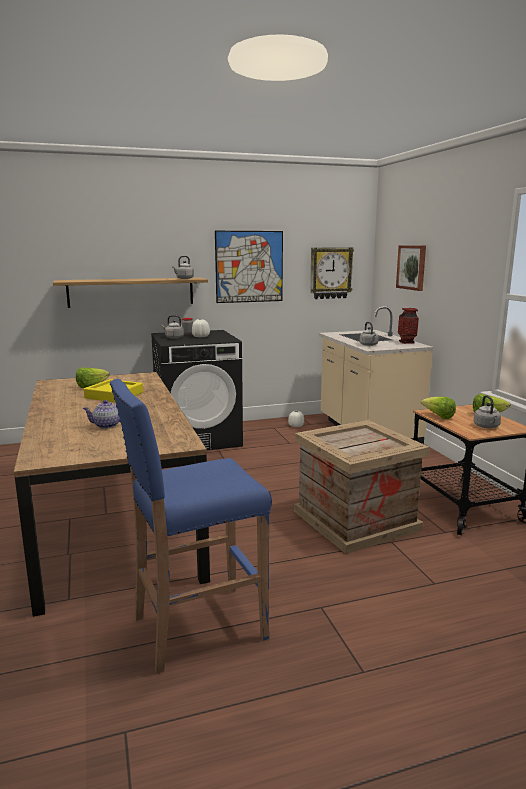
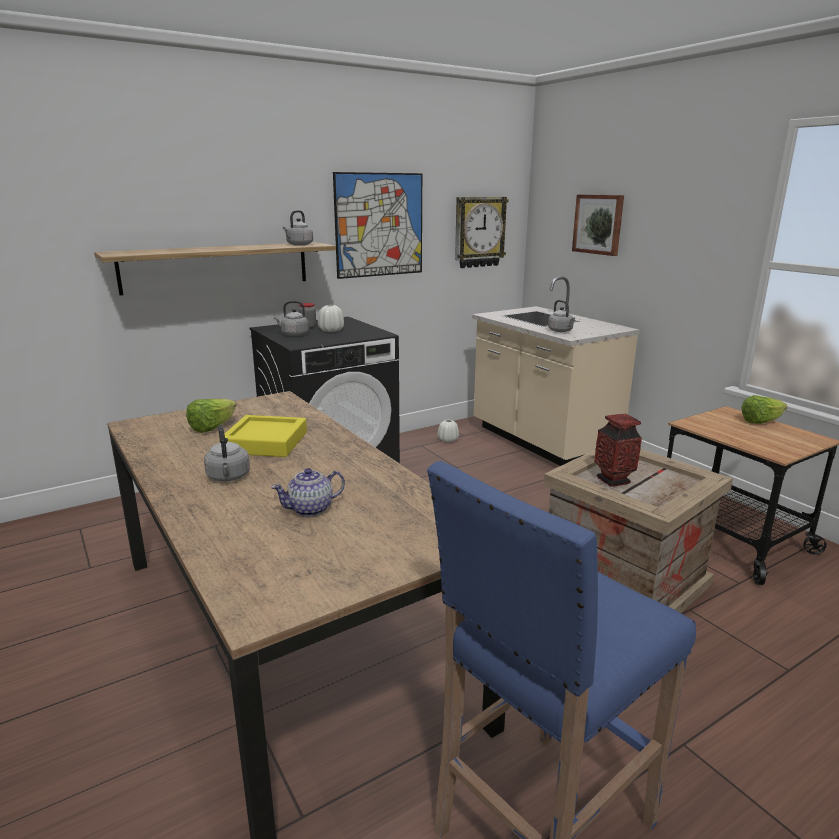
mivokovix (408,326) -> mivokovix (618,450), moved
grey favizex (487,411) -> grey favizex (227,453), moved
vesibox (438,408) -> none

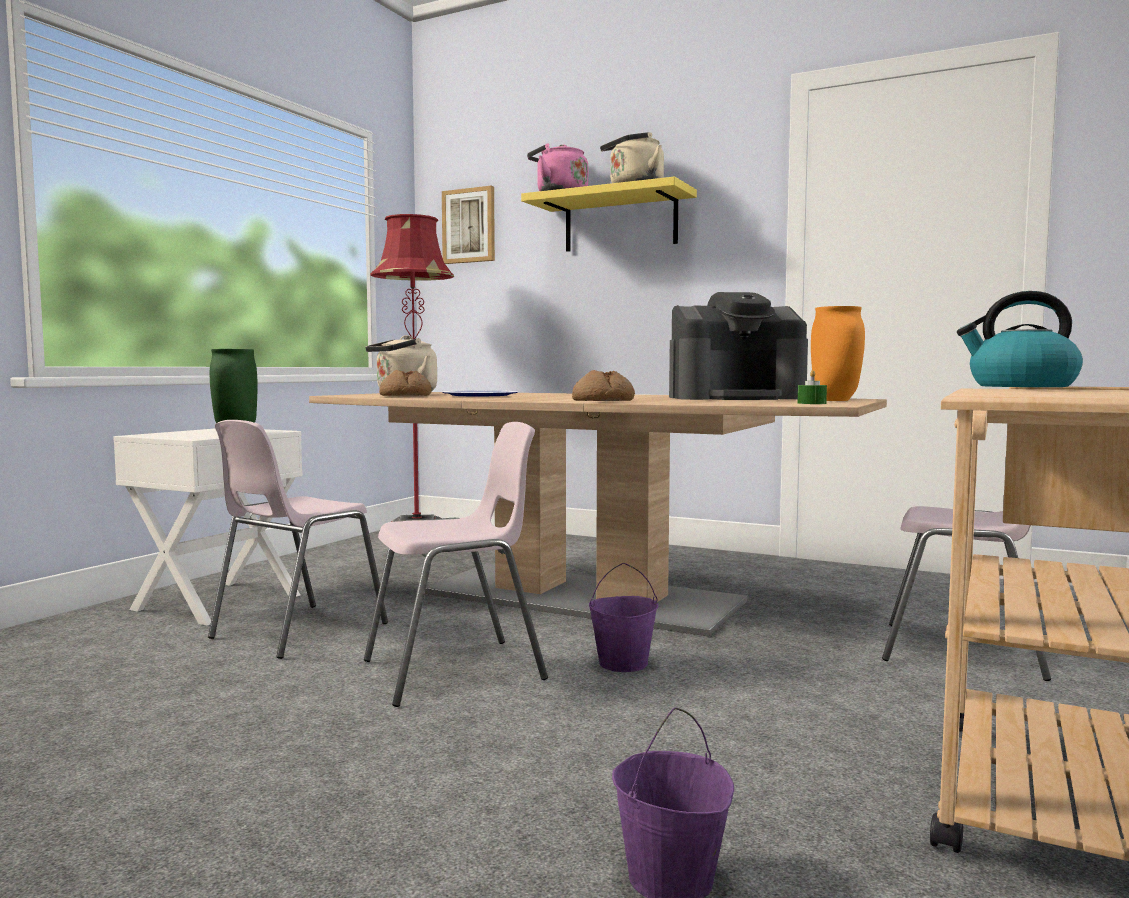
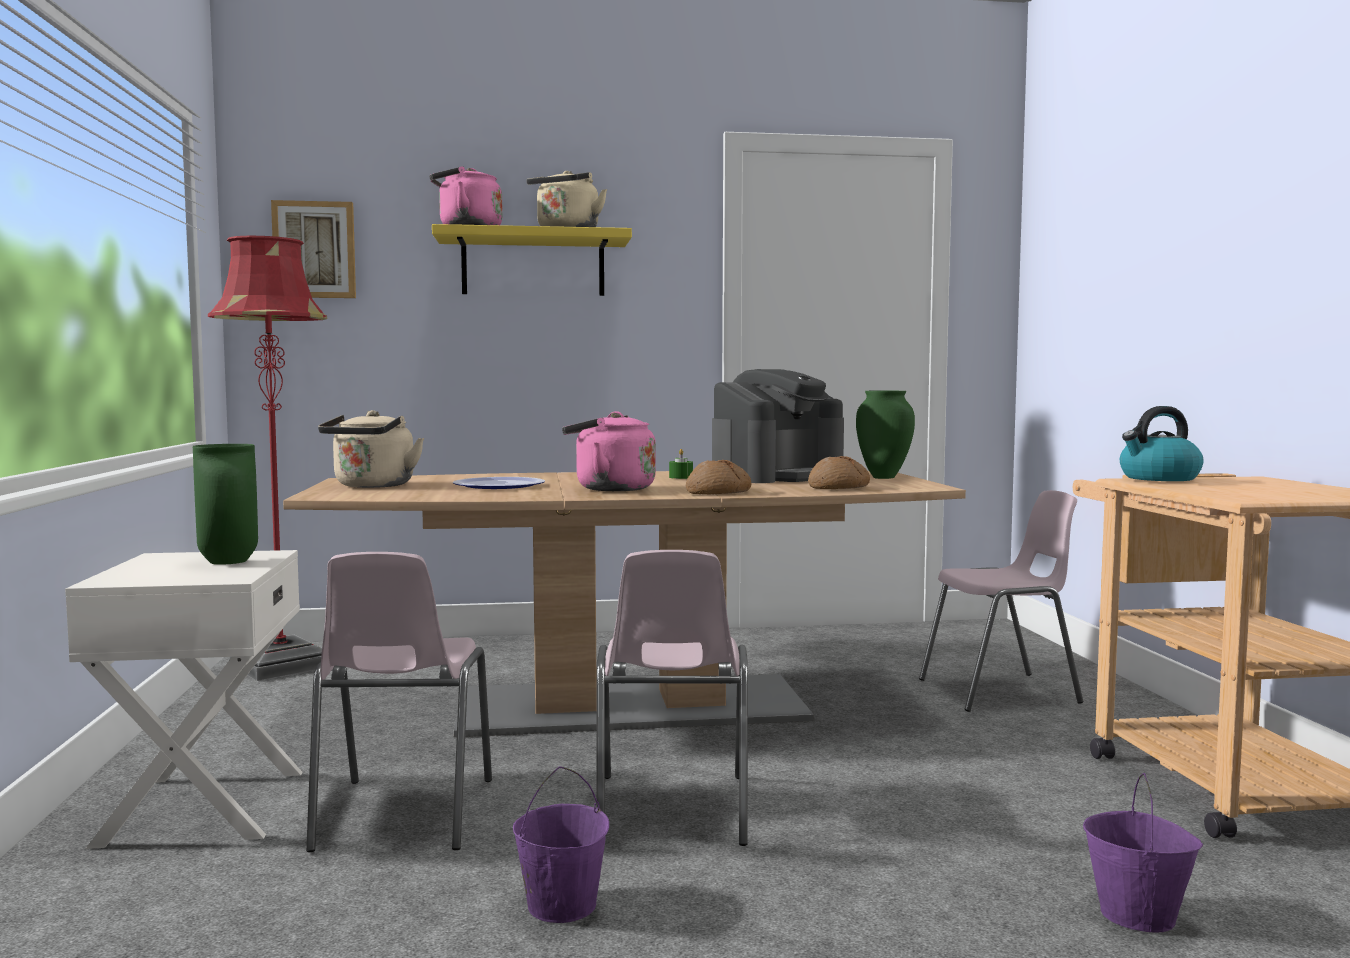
orange mivokovix (838,353) -> green mivokovix (885,435)
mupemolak (405,383) -> mupemolak (839,472), moved
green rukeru (812,387) -> green rukeru (681,464), moved
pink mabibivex (456,564) -> pink mabibivex (672,698), 150 degrees clockwise
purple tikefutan (624,617) -> purple tikefutan (561,844), moved
none -> pink favizex (609,451)

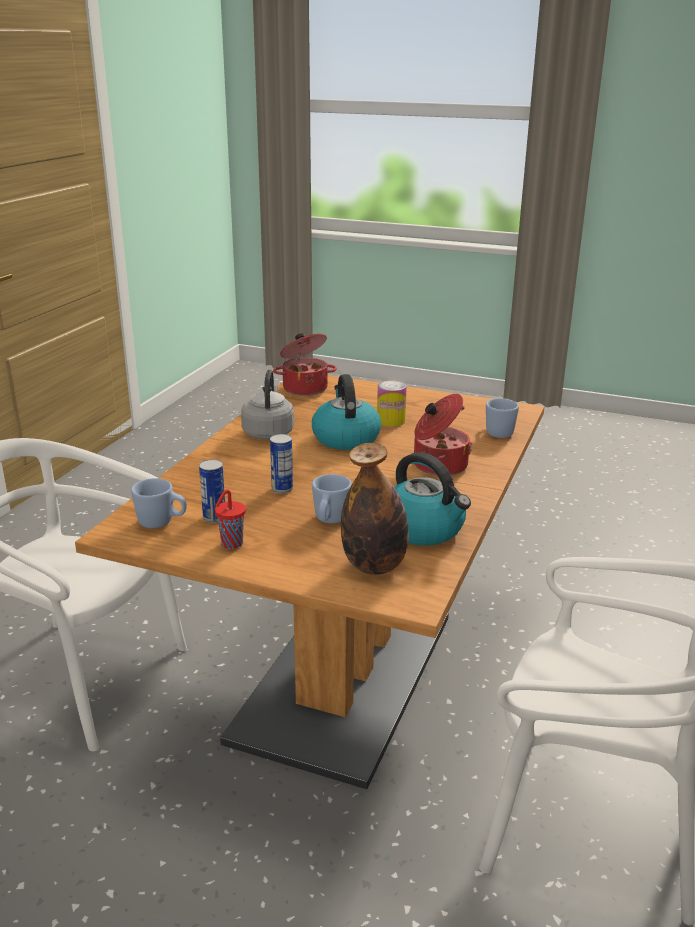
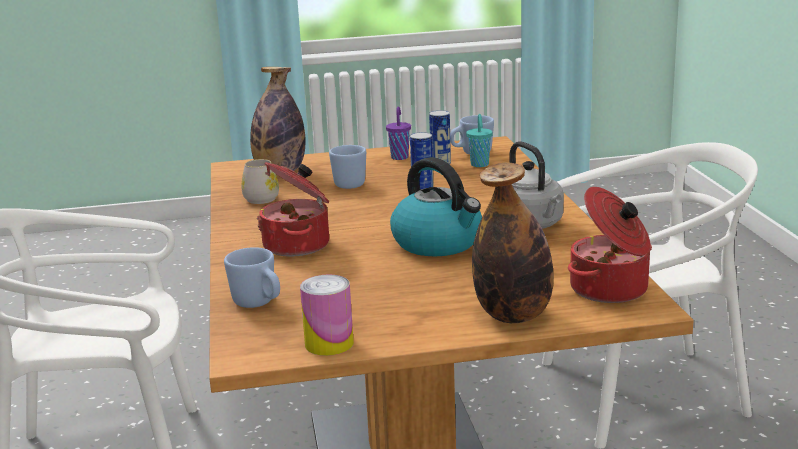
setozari (392,403) -> setozari (327,315), moved
favizex (432,499) -> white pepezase (260,181)
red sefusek (230,519) -> purple sefusek (398,133)
none -> turquoise sefusek (479,140)
none -> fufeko (513,243)

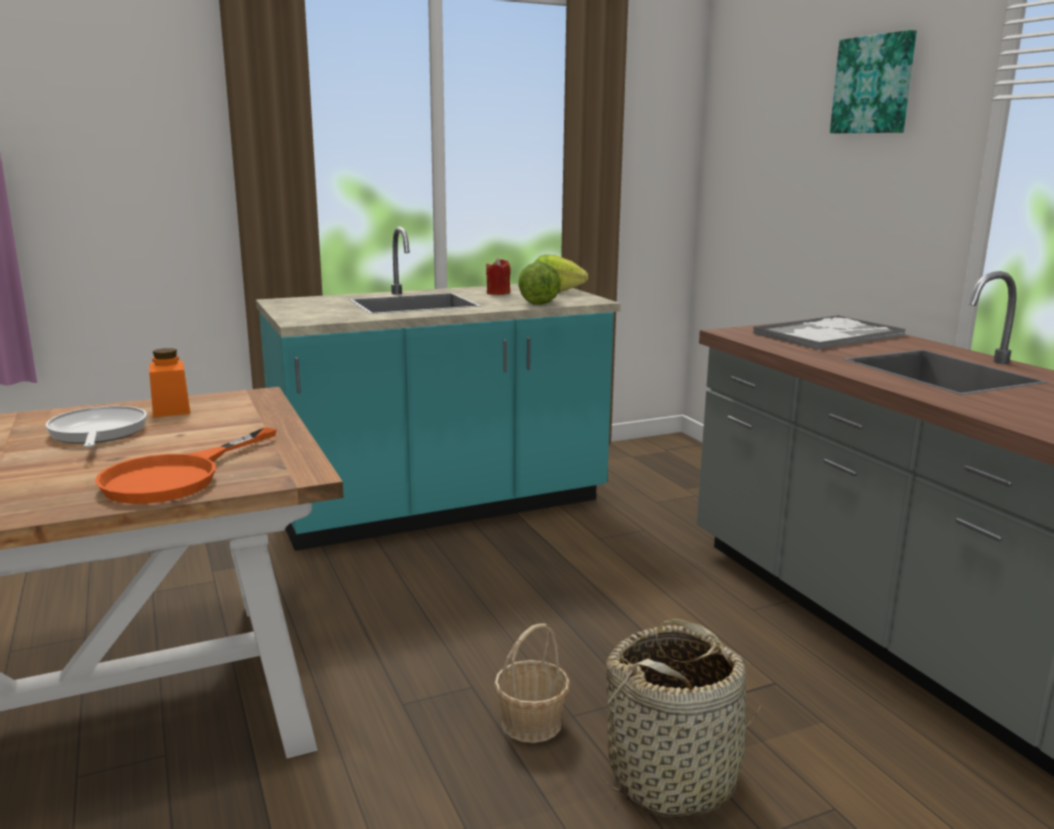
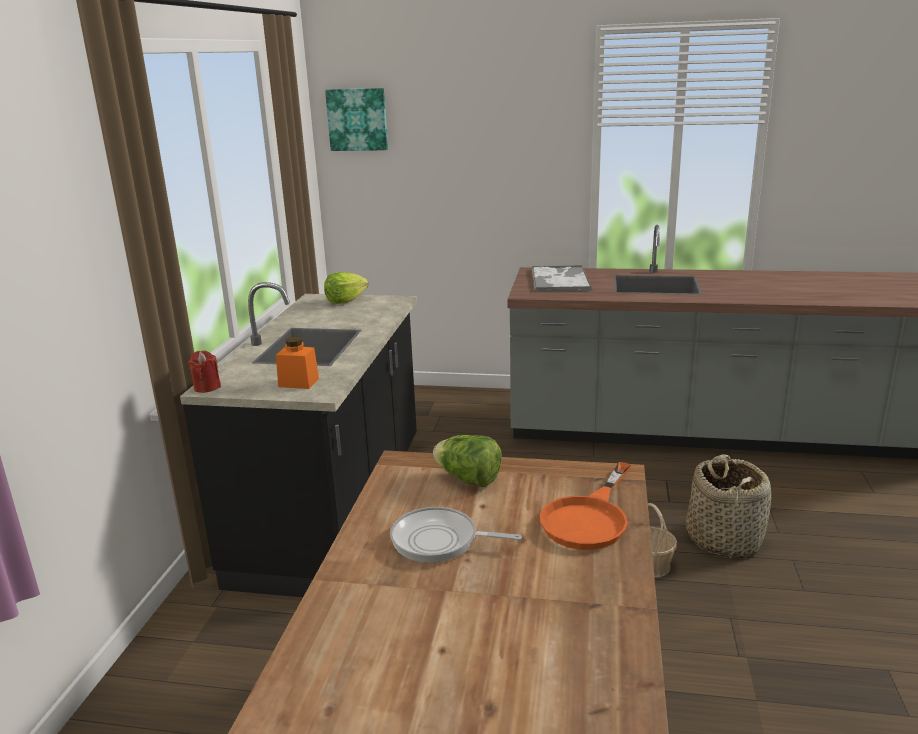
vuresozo (873,81) -> vuresozo (356,119), moved
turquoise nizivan (438,388) -> black nizivan (298,439)
red rukeru (498,276) -> red rukeru (204,371), moved
vesibox (539,283) -> vesibox (467,461), moved
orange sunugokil (169,382) -> orange sunugokil (297,363), moved
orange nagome (186,465) -> orange nagome (585,506), 60 degrees clockwise

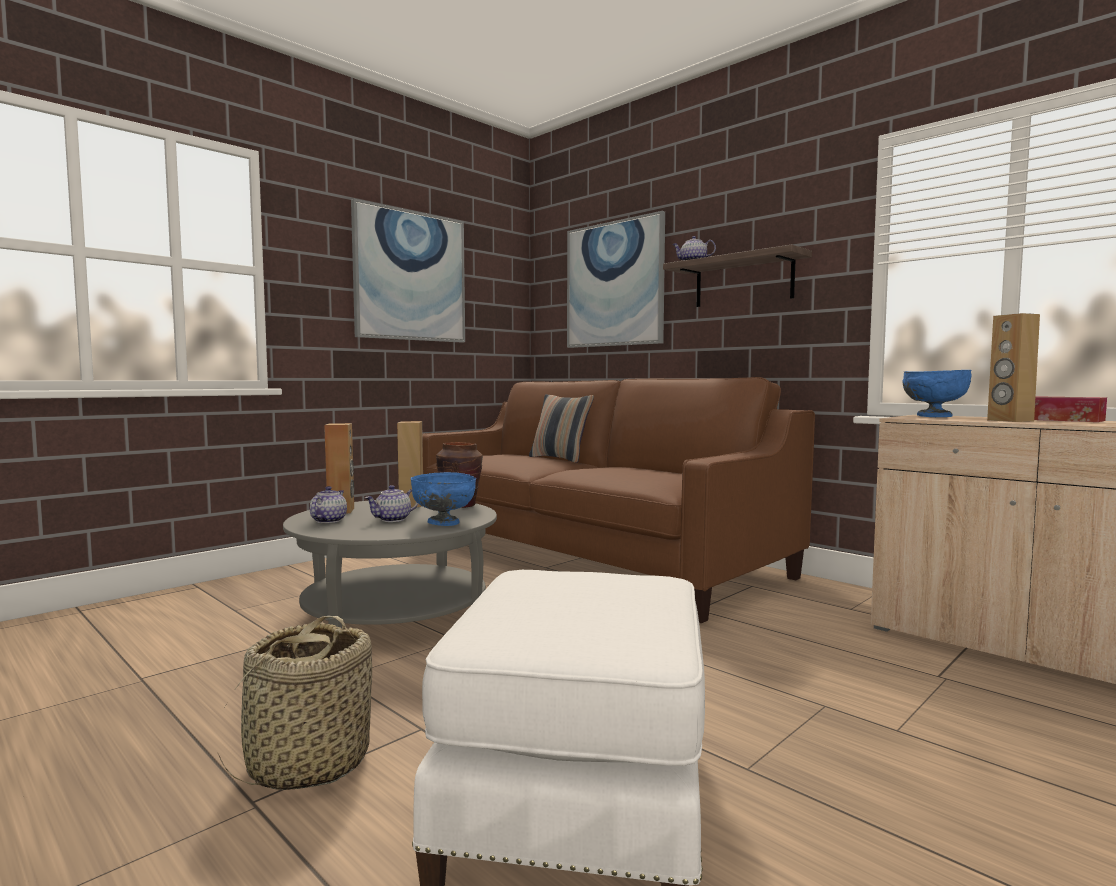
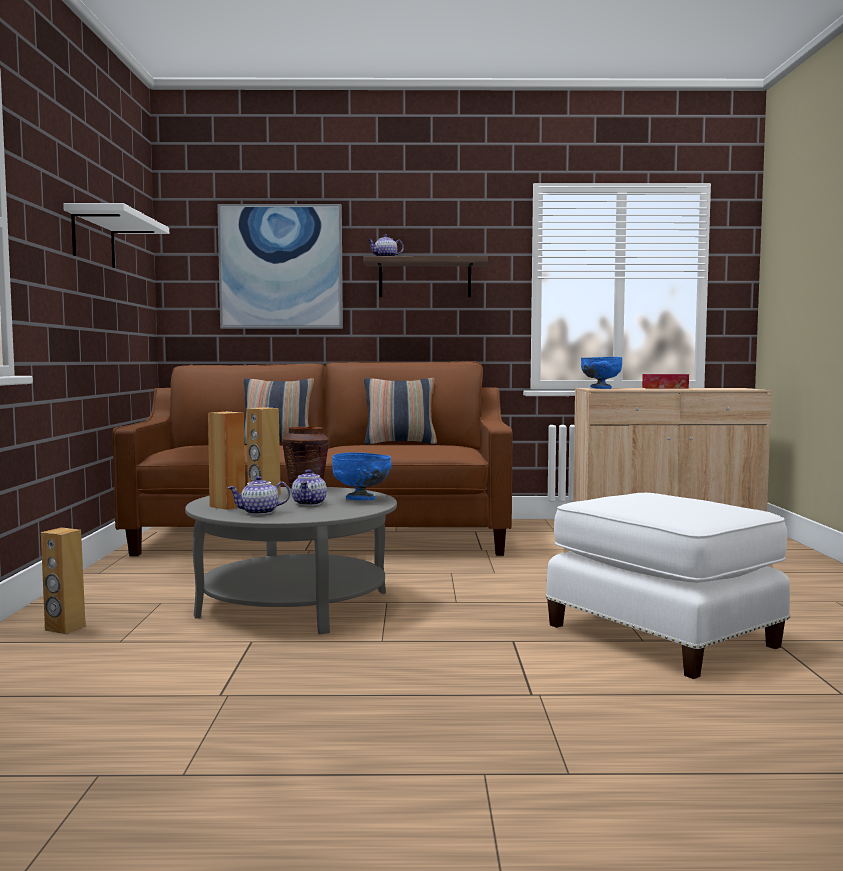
vuresozo (408,270) -> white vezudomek (116,235)
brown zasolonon (1013,367) -> brown zasolonon (63,580), moved
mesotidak (328,504) -> mesotidak (259,495), 75 degrees counterclockwise
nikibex (295,703) -> none
none -> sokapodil (400,411)

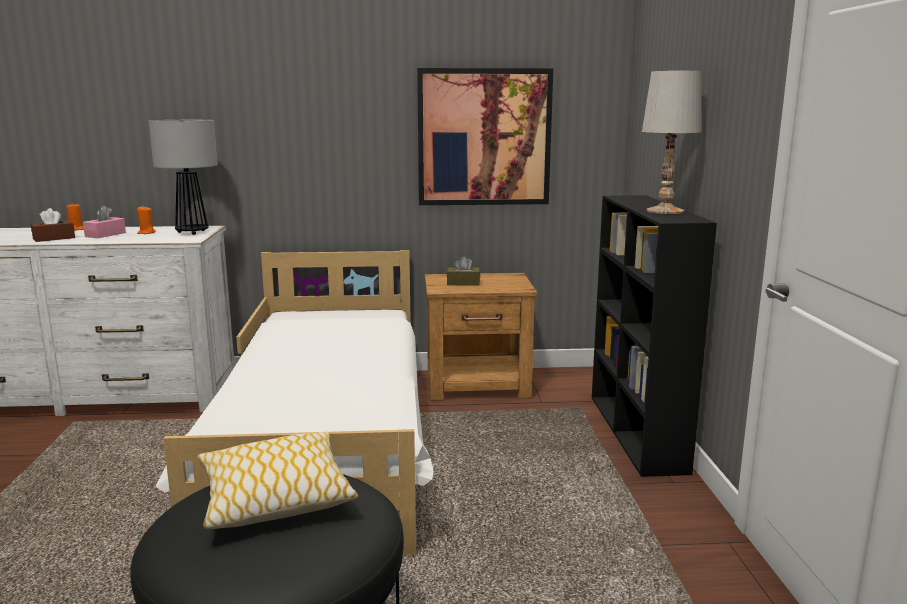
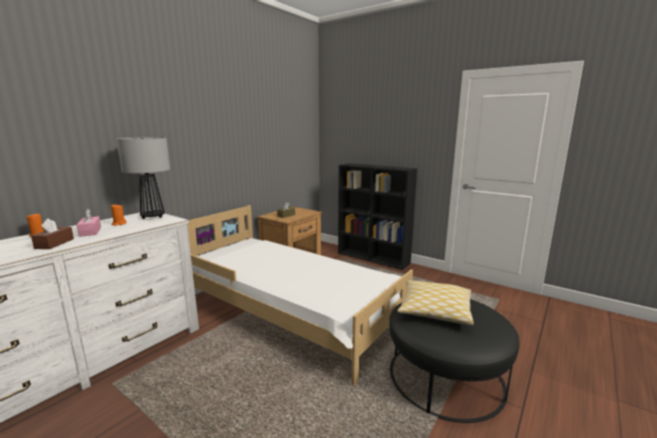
vuresozo (485,136) -> none
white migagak (672,142) -> none

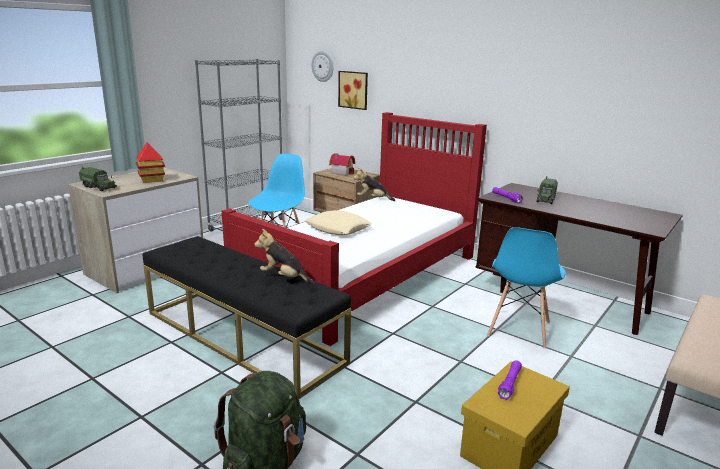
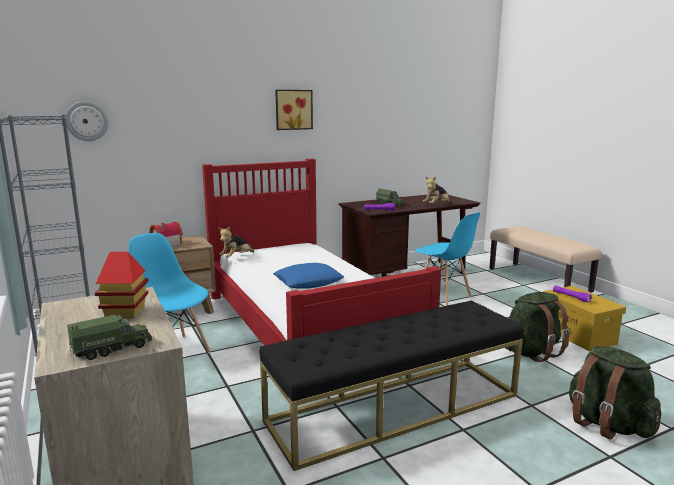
vuresozo (353,90) -> vuresozo (294,110), moved
beige sokapodil (338,222) -> blue sokapodil (308,276)
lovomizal (284,257) -> lovomizal (436,190), moved
none -> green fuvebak (538,327)

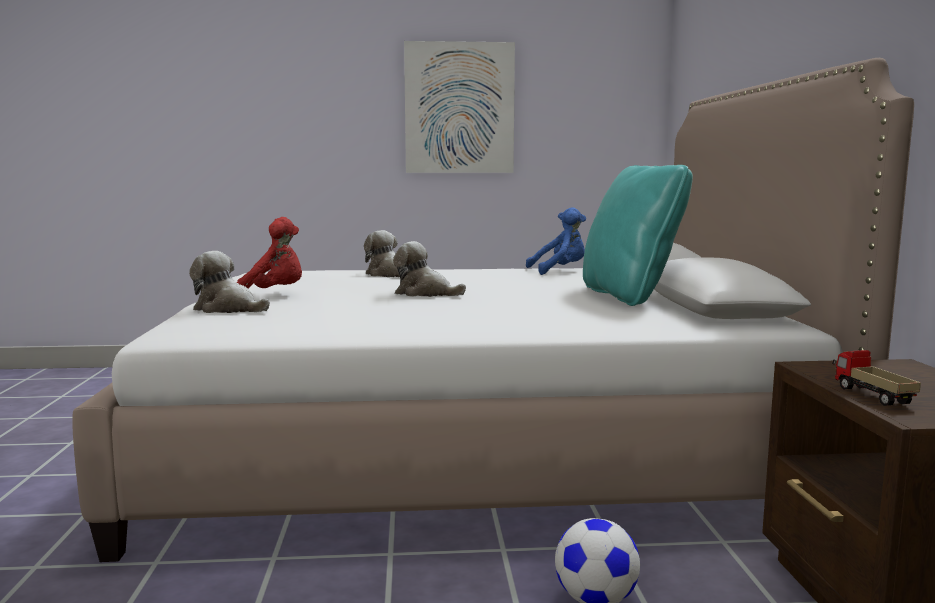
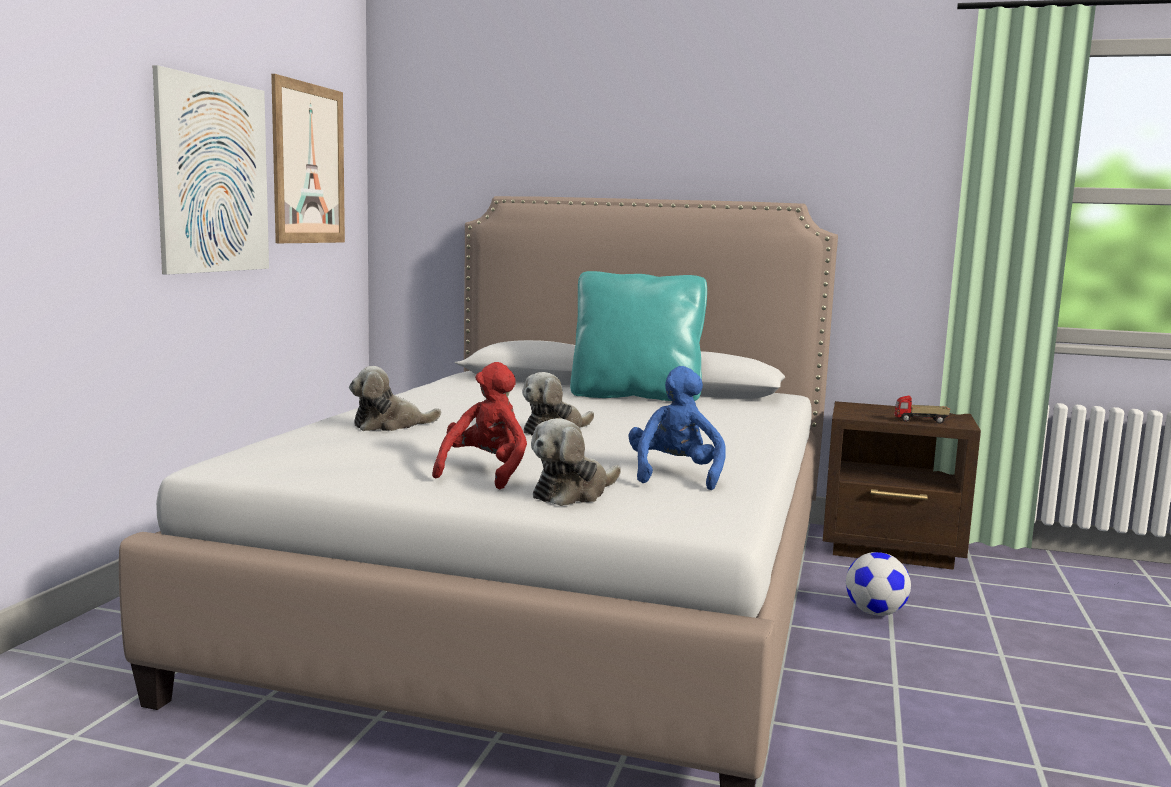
blue lovomizal (556,241) -> blue lovomizal (677,428), moved
none -> vuresozo (308,158)

